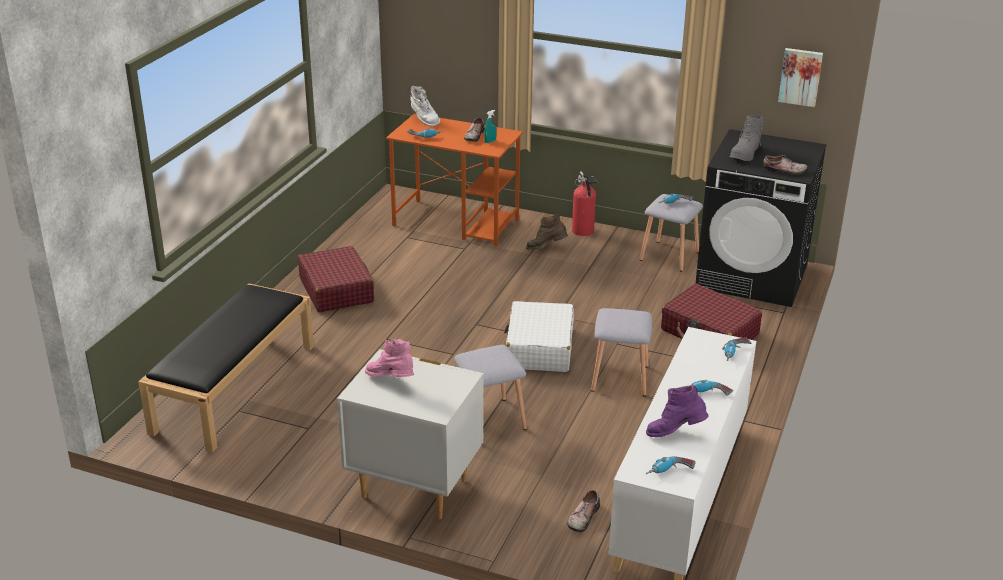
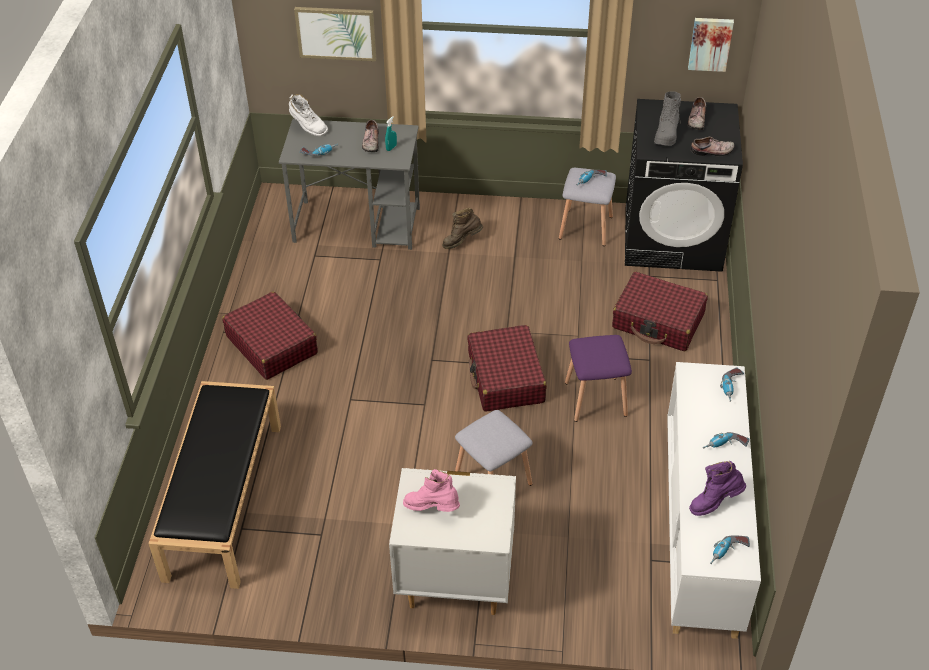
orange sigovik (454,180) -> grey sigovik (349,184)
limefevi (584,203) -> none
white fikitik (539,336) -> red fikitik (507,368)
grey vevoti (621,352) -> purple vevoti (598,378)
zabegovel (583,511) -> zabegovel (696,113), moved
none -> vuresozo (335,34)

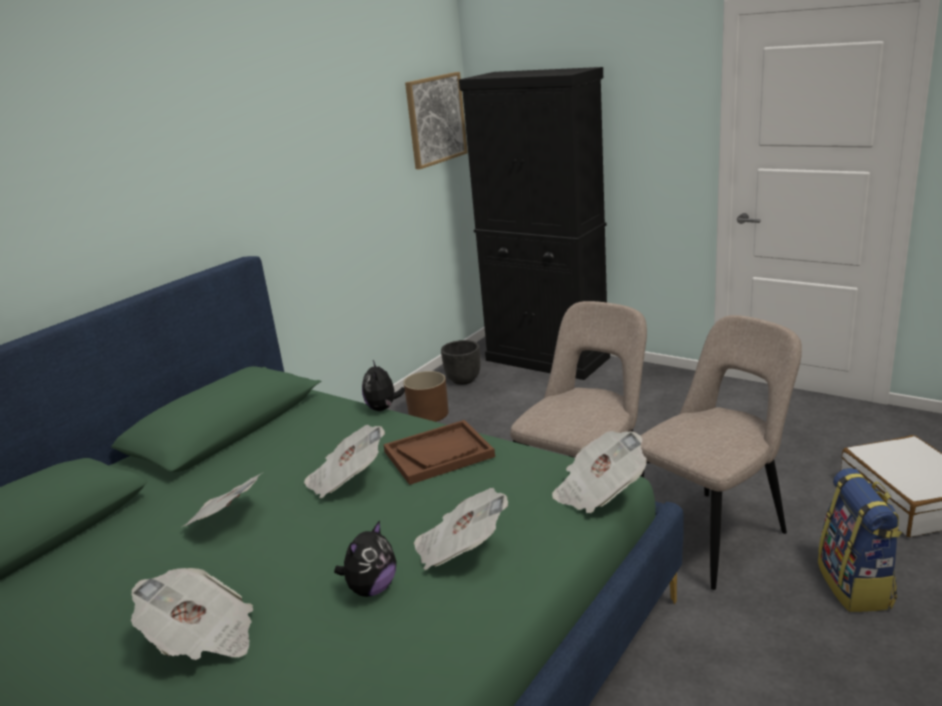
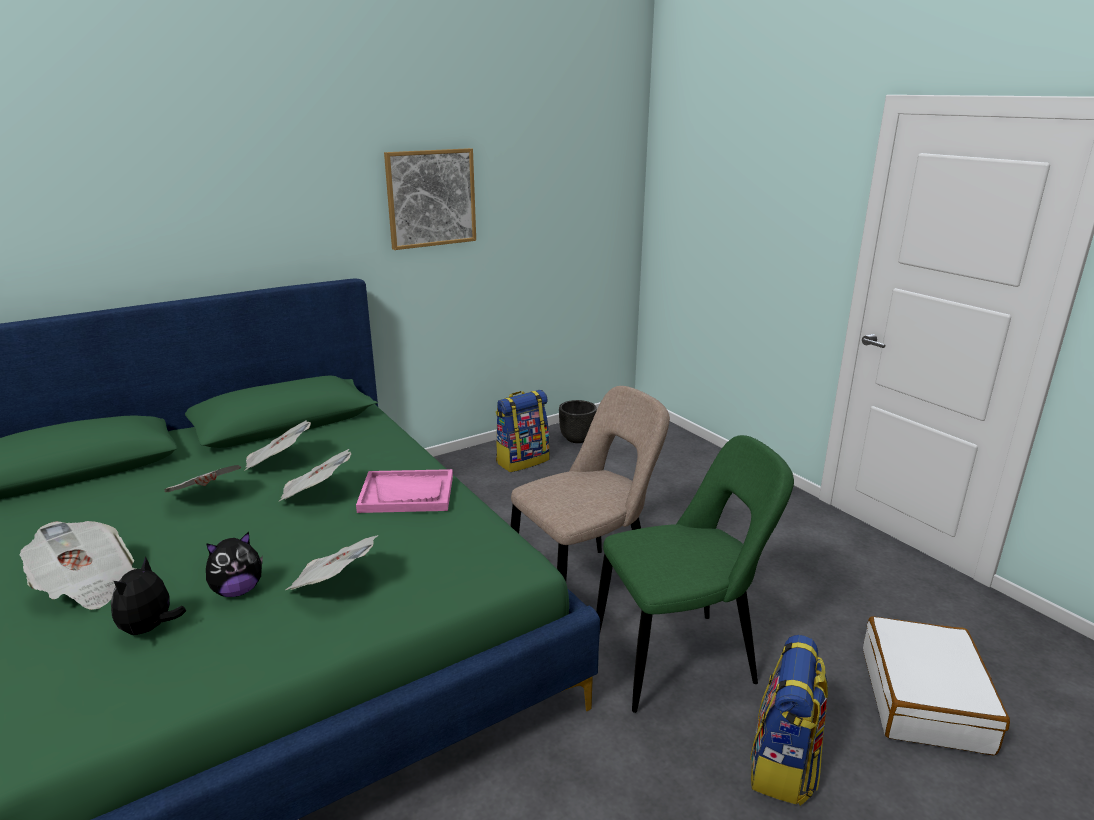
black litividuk (534,223) -> none
vuresozo (436,120) -> vuresozo (430,199), moved
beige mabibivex (721,452) -> green mabibivex (695,574)
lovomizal (383,385) -> lovomizal (148,596), moved
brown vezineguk (426,396) -> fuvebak (523,431)
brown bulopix (439,452) -> pink bulopix (404,491)
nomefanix (599,472) -> nomefanix (278,445), moved

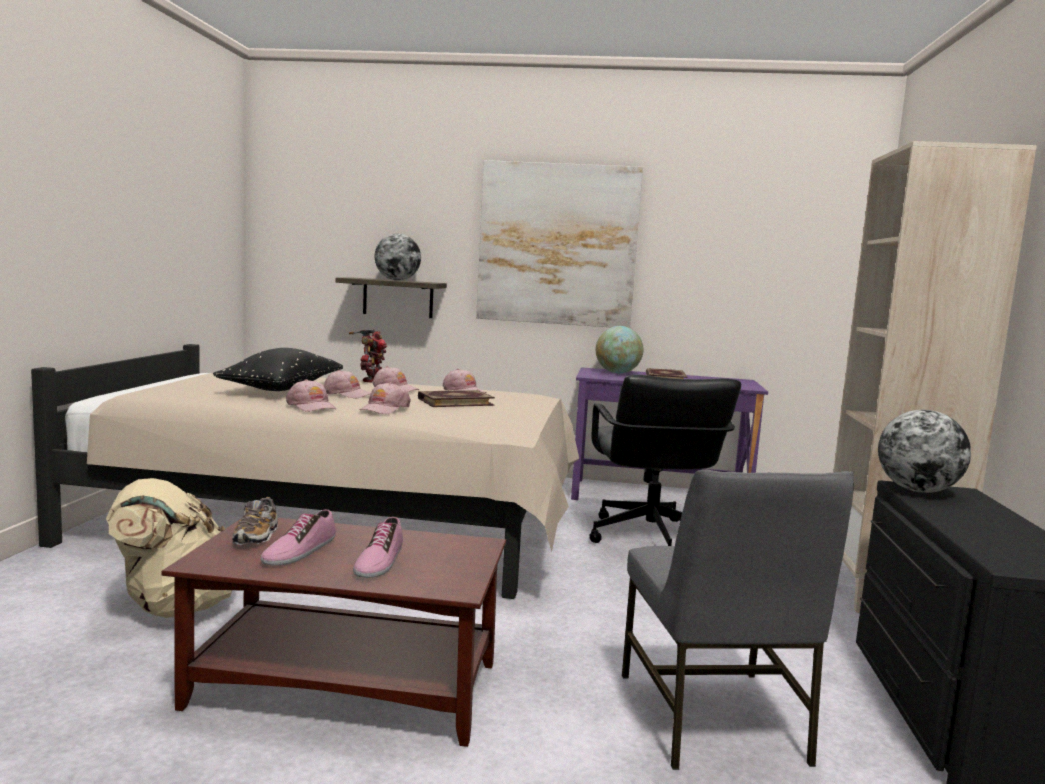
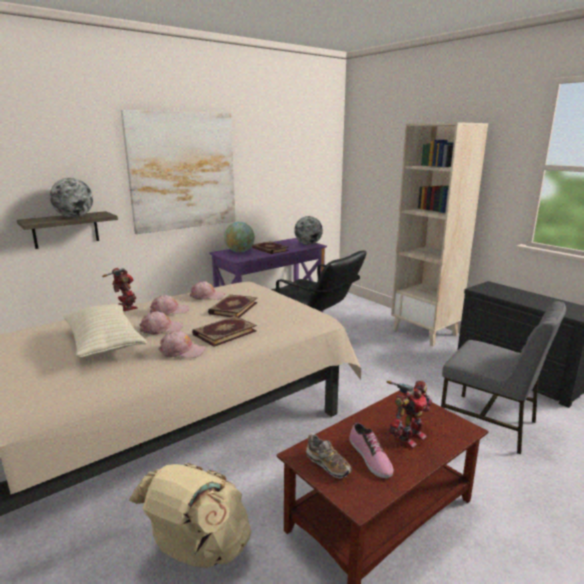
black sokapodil (278,369) -> beige sokapodil (105,331)
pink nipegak (384,398) -> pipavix (224,331)
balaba (924,451) -> balaba (308,230), moved
zabegovel (378,547) -> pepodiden (409,415)

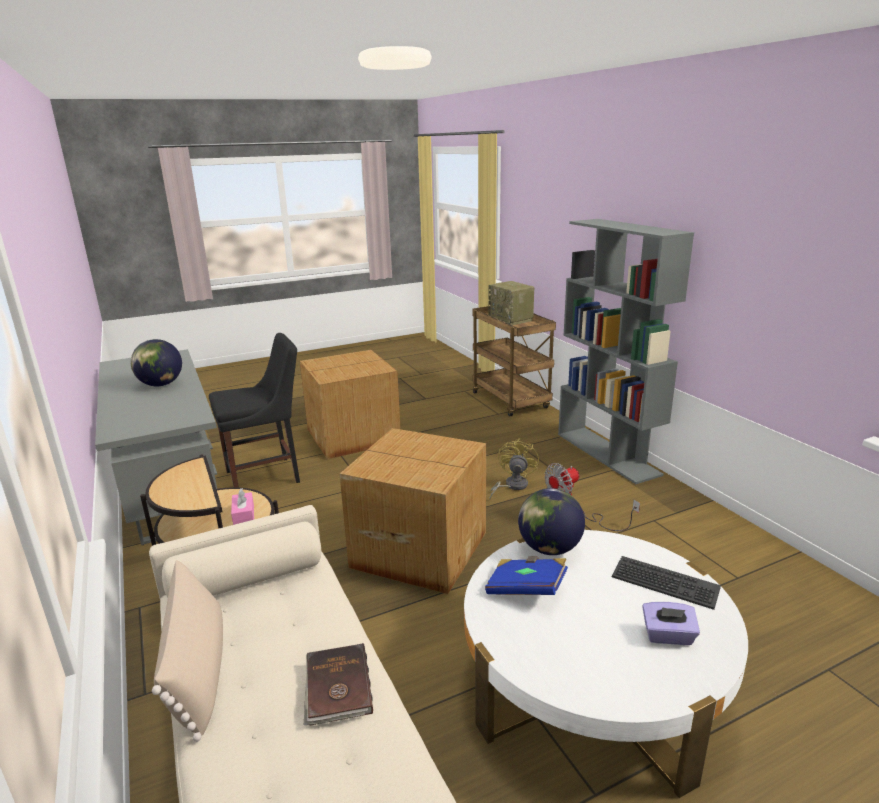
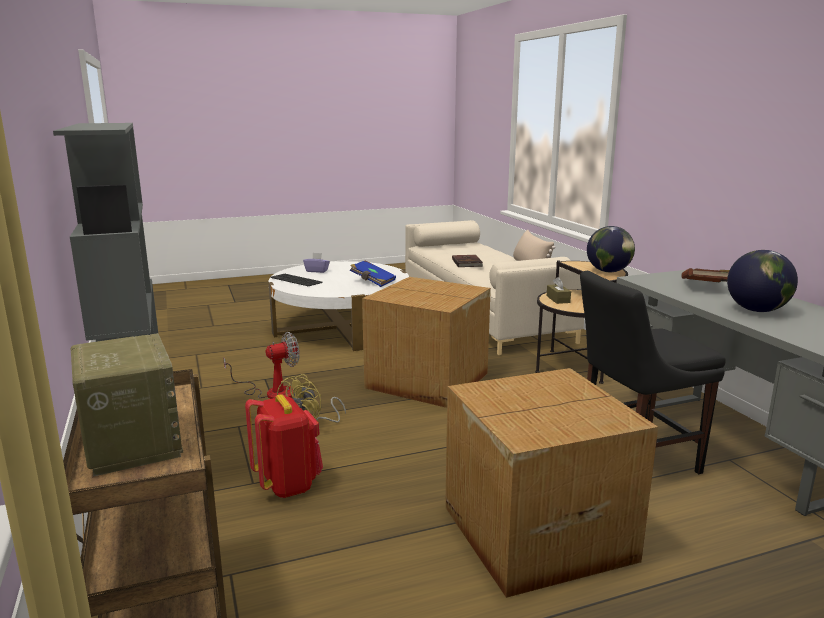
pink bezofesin (242,506) -> brown bezofesin (559,290)
balaba (551,521) -> balaba (611,249), moved
none -> brown pipavix (705,275)
none -> red fuvebak (284,446)

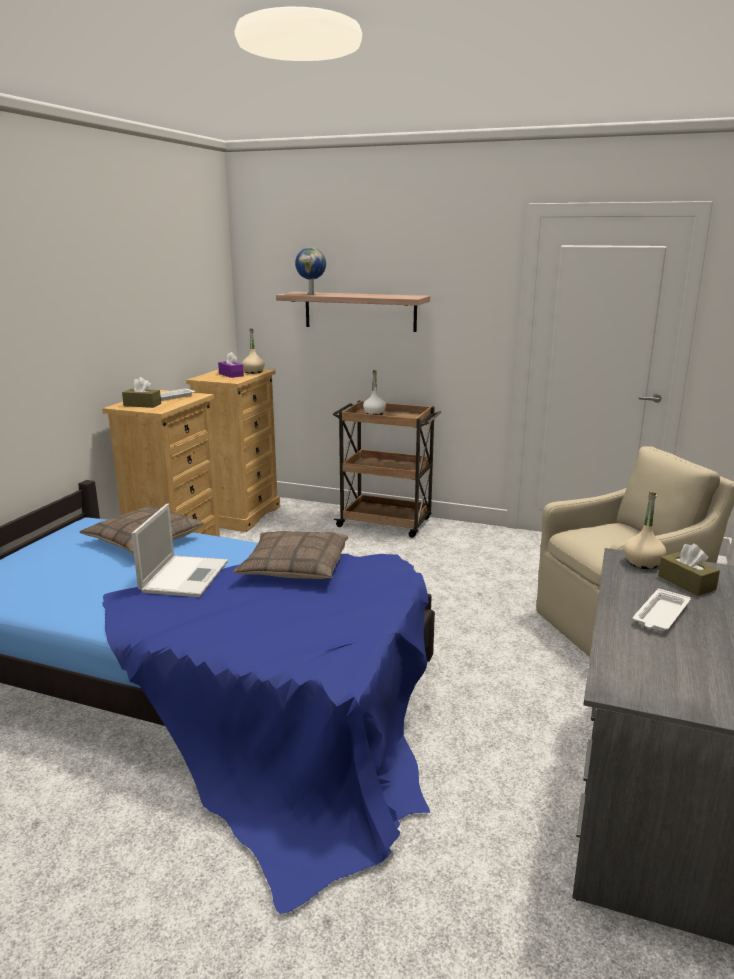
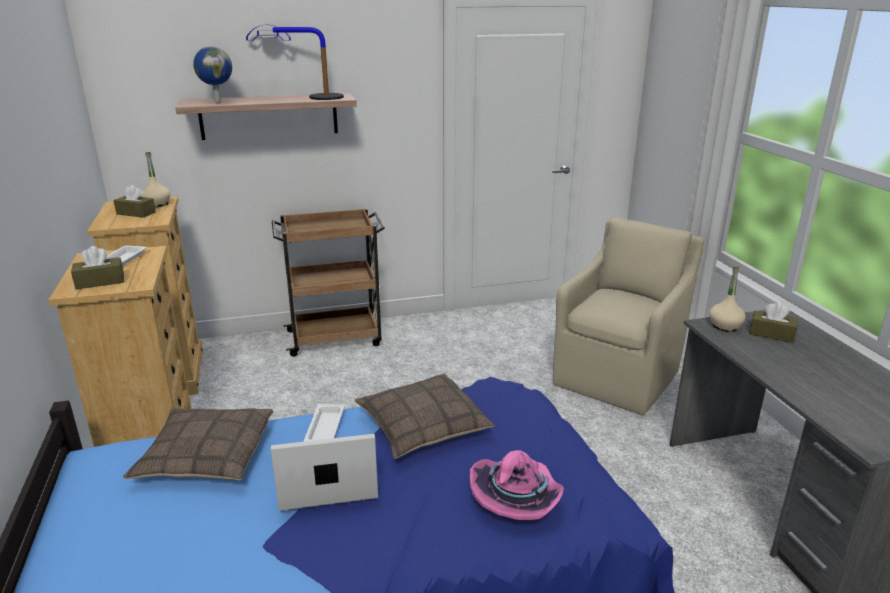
purple bezofesin (231,365) -> brown bezofesin (134,201)
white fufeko (374,392) -> none
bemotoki (179,550) -> bemotoki (324,472), 75 degrees counterclockwise
white bulopix (662,609) -> white bulopix (324,423), moved
none -> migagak (295,62)
none -> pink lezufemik (517,485)

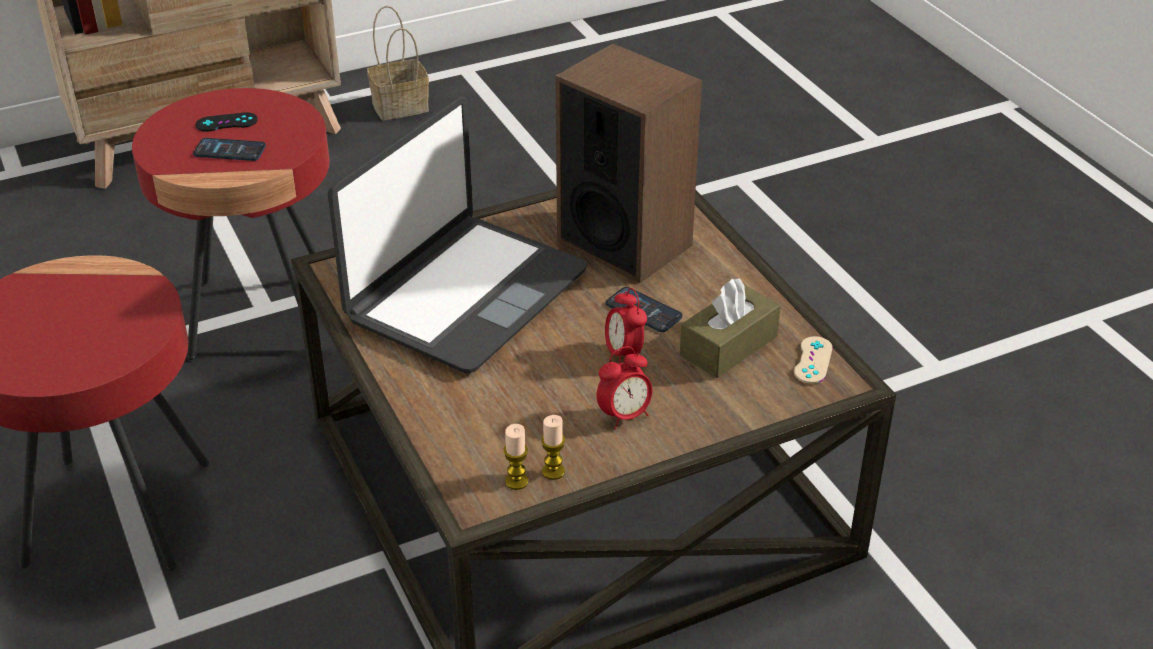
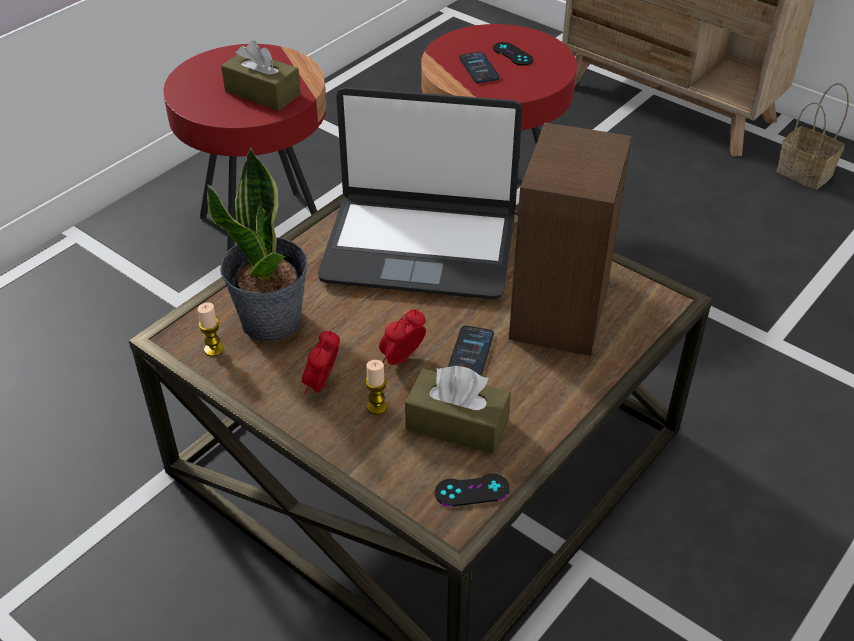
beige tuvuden (813,360) -> black tuvuden (472,490)
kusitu (624,387) -> kusitu (321,363), 75 degrees clockwise
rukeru (553,447) -> rukeru (376,387), moved
none -> brown bezofesin (261,76)
none -> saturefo (257,244)

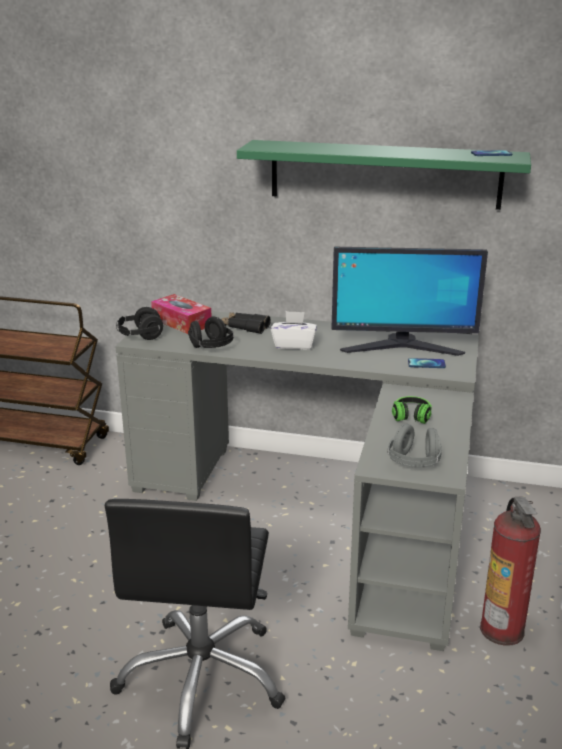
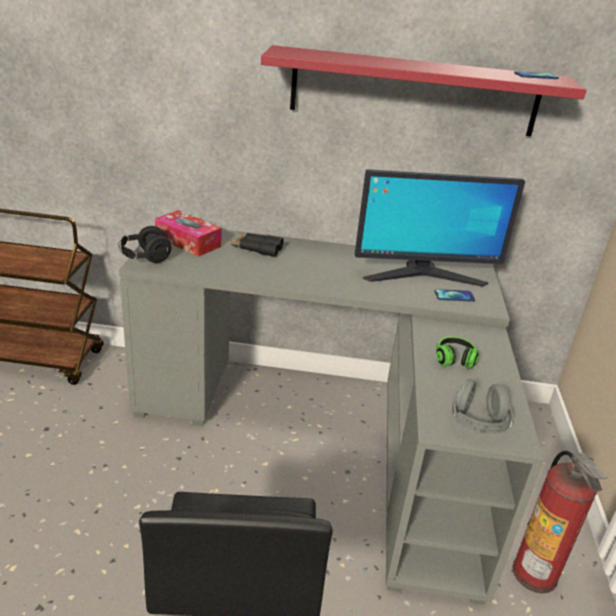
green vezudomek (384,175) -> red vezudomek (423,90)
white bezofesin (294,330) -> none
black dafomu (211,332) -> none

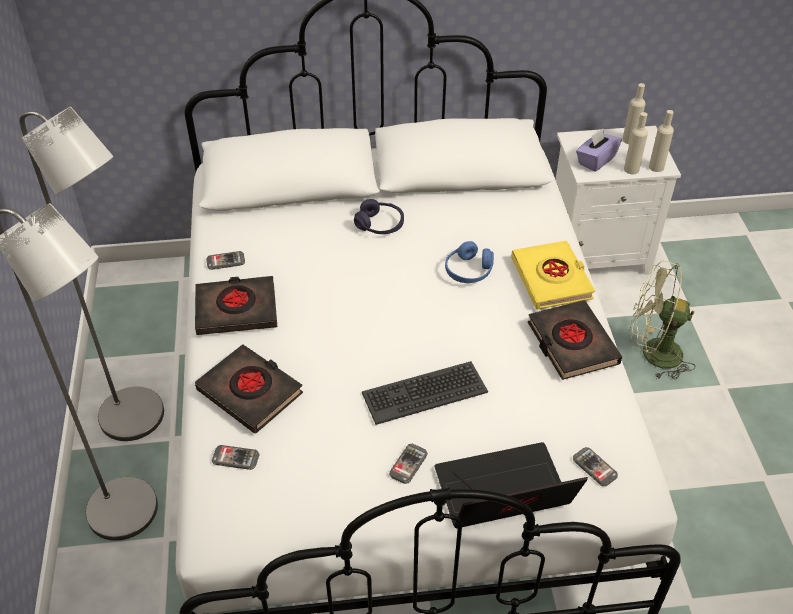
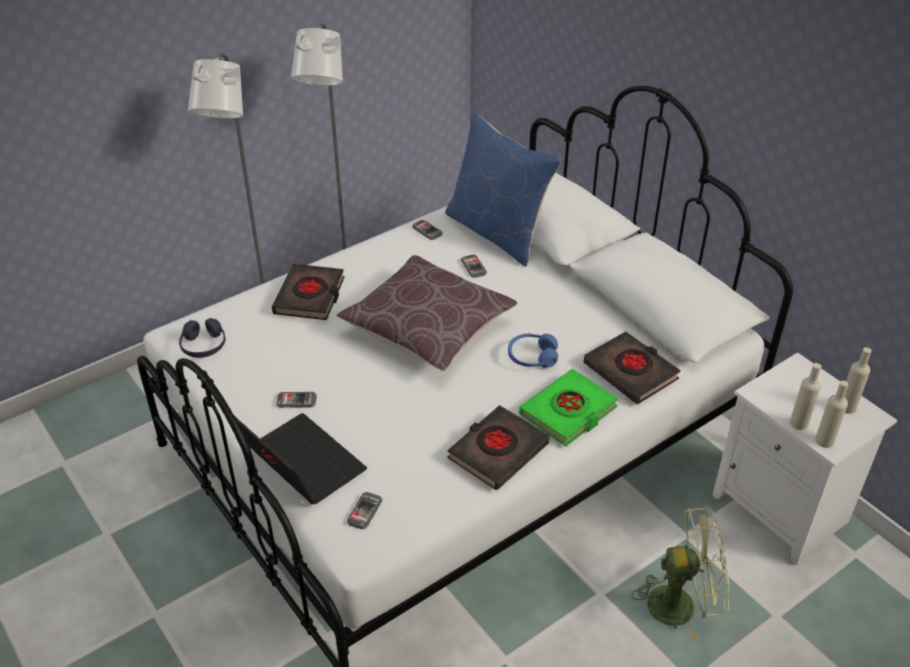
purple bezofesin (599,150) -> none
purple dafomu (379,216) -> purple dafomu (202,338), moved
yellow pipavix (553,275) -> green pipavix (568,408)
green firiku (662,320) -> green firiku (680,574), 105 degrees clockwise
black pipavix (236,305) -> black pipavix (632,368), moved
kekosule (425,393) -> none
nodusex (235,457) -> nodusex (474,266), moved
none -> blue sokapodil (503,189)
none -> brown sokapodil (427,313)

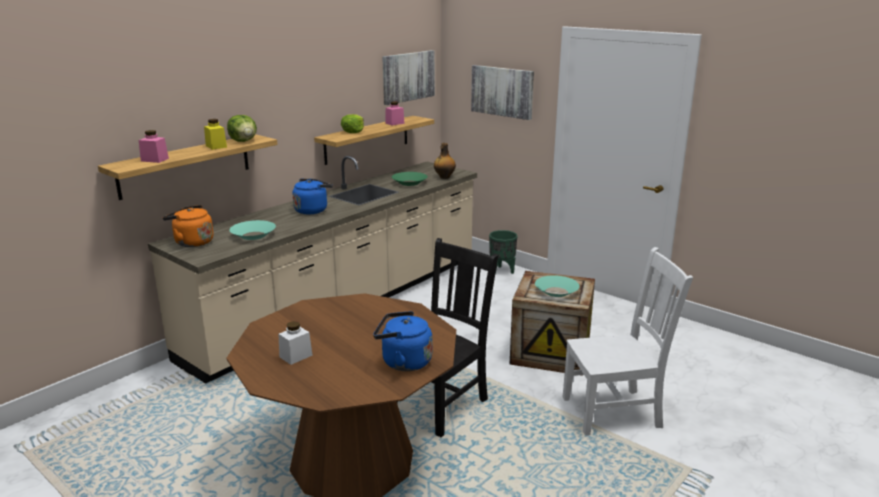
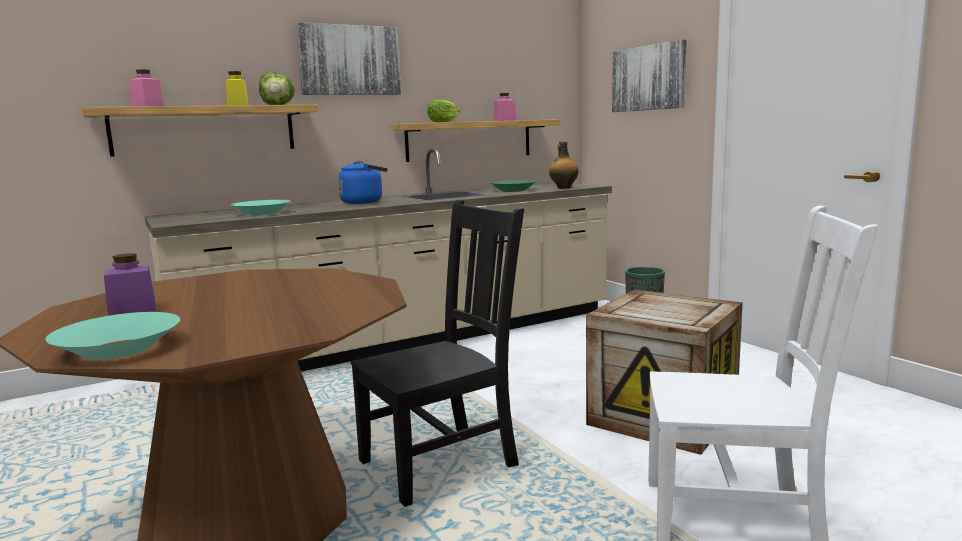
vuresozo (408,77) -> vuresozo (348,58), moved
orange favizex (188,226) -> none
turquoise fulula (557,286) -> turquoise fulula (112,335), moved
blue favizex (402,341) -> none
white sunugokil (295,343) -> purple sunugokil (130,284)

